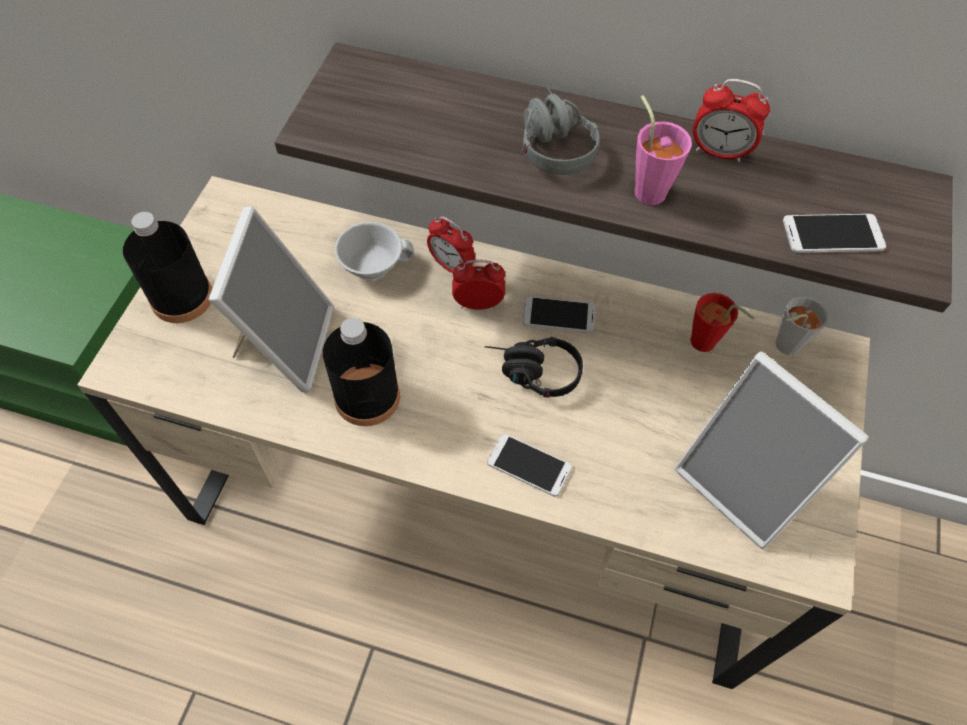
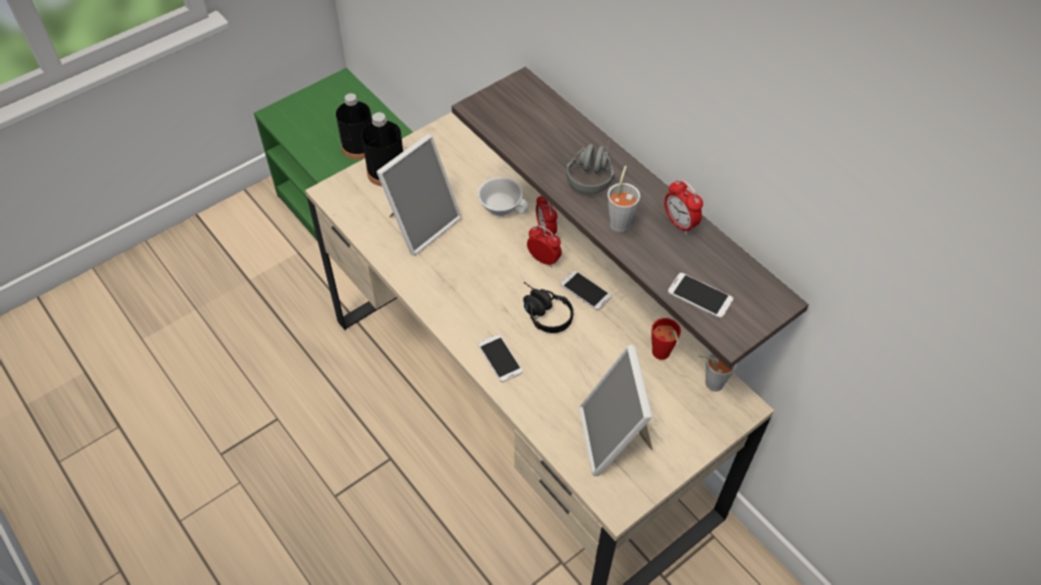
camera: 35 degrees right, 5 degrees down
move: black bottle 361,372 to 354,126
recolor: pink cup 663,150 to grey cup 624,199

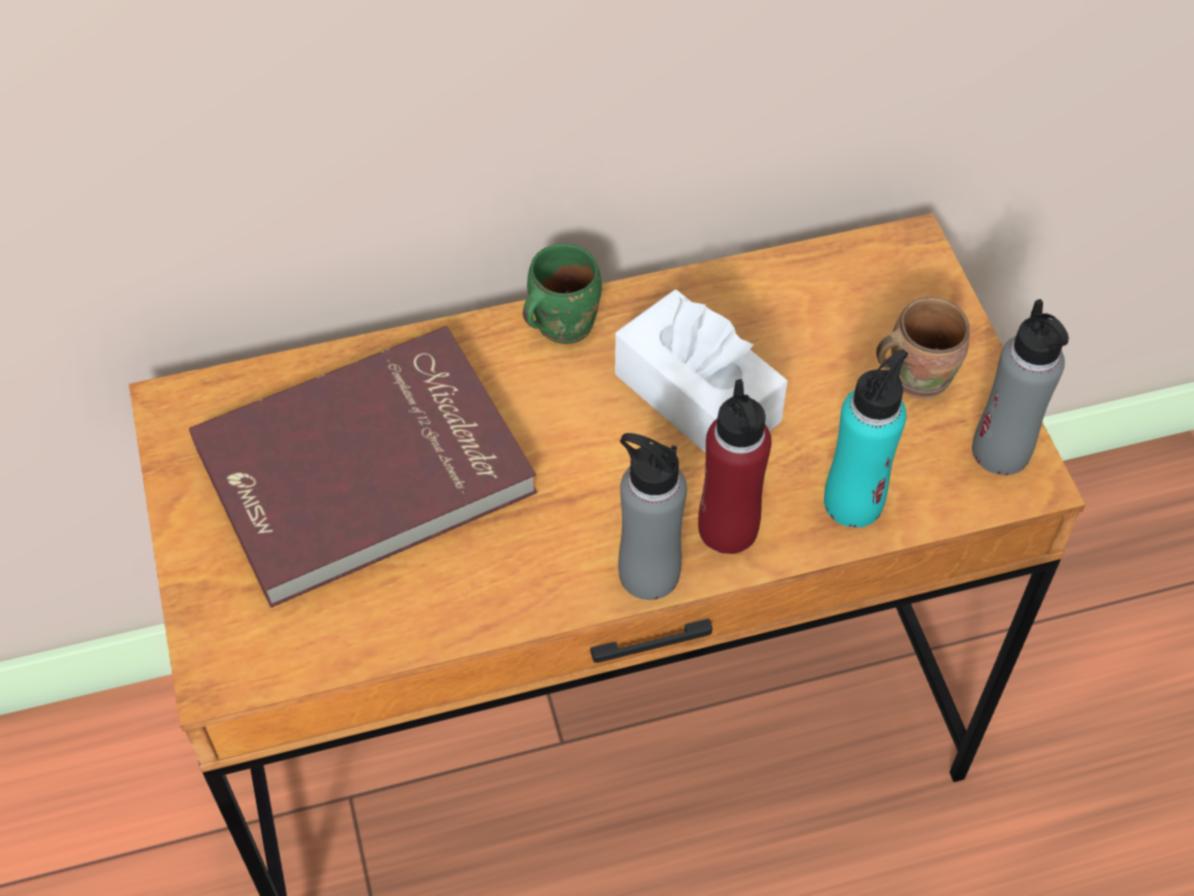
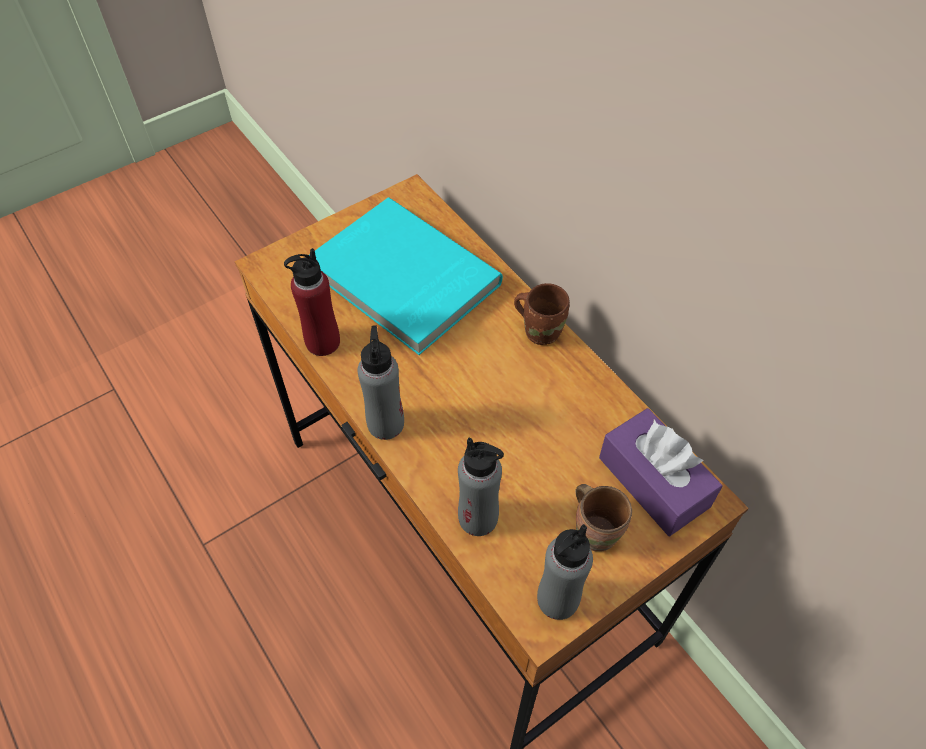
camera: 70 degrees right, 0 degrees up
delete: white tissue box 701,371
insert: purple tissue box 660,472
move: red bottle 735,466 to 312,302
recolor: red book 363,467 to turquoise book 406,276; green mug 562,294 to brown mug 542,314; turquoise bottle 866,438 to grey bottle 481,487

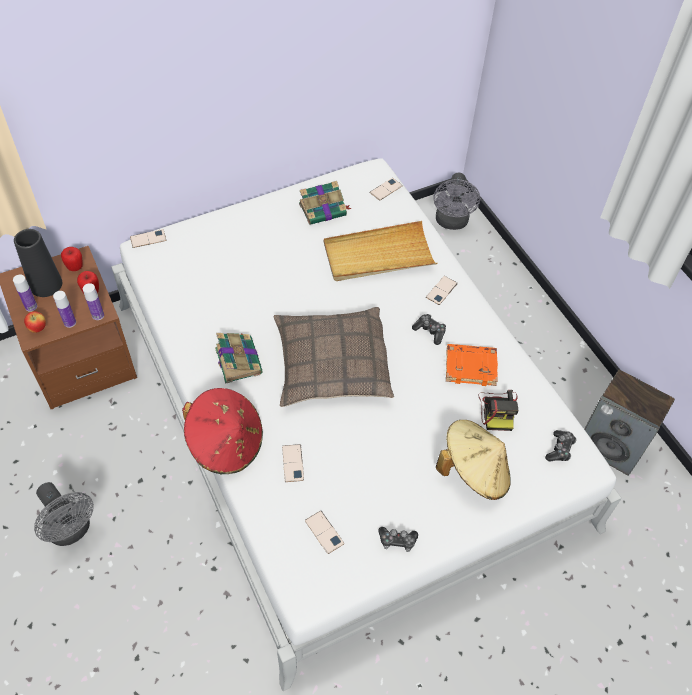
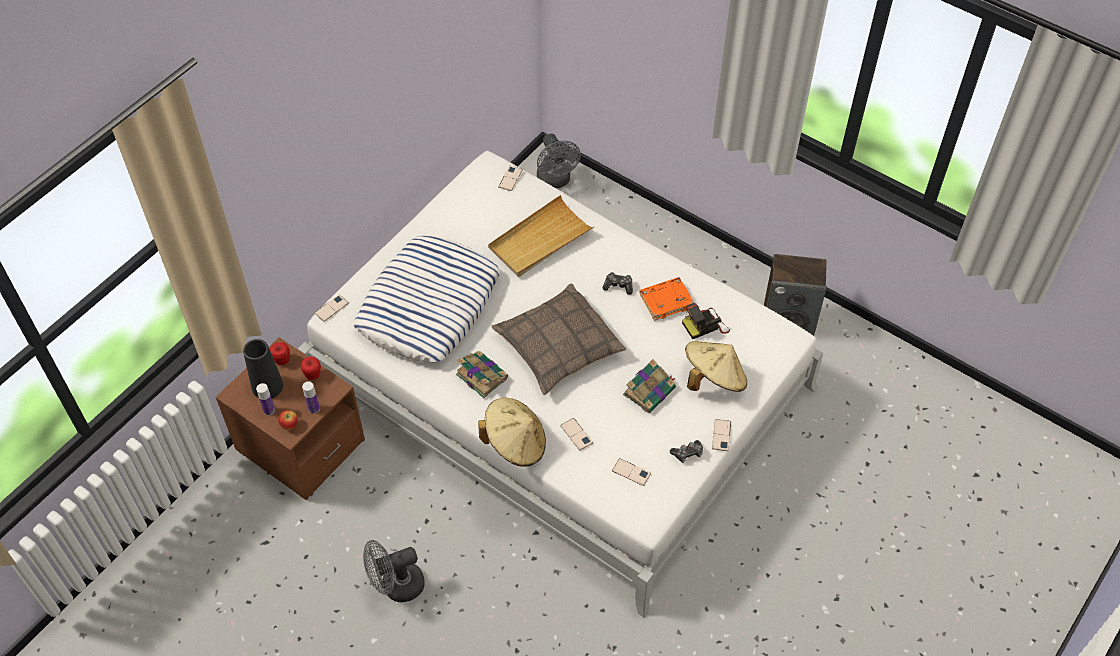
camera: 25 degrees left, 0 degrees up
delete: bottle 93,301; game controller 561,446
insert: pillow 427,299
move: book 325,203 to 649,386; phone 442,290 to 721,435
recolor: red hat 222,431 to beige hat 512,432
rotate: grey fan 64,514 = 394,571 135 degrees clockwise; photo camera 498,410 = 706,321 90 degrees clockwise

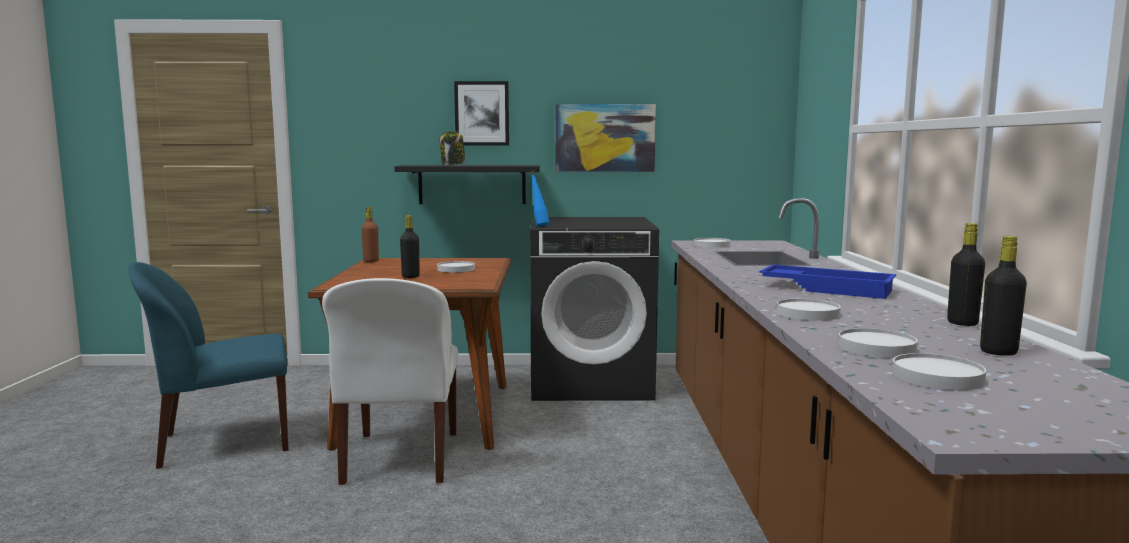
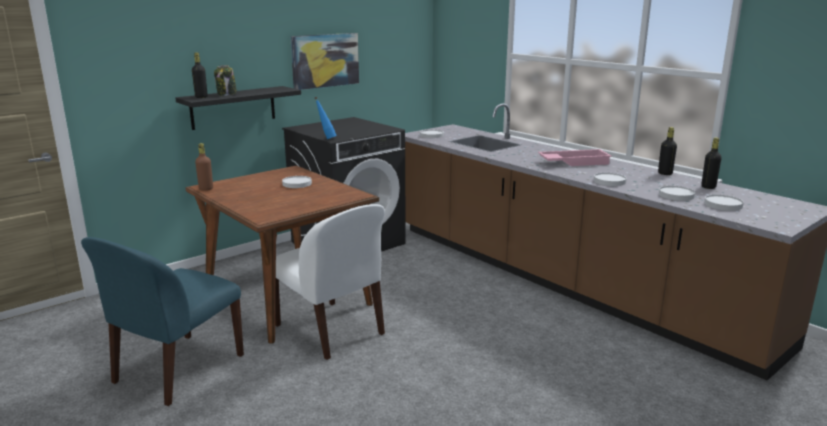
camera: 40 degrees left, 10 degrees up
delete: picture 481,113
move: black bottle 410,246 to 200,75
recolor: blue tray 827,281 to pink tray 575,157

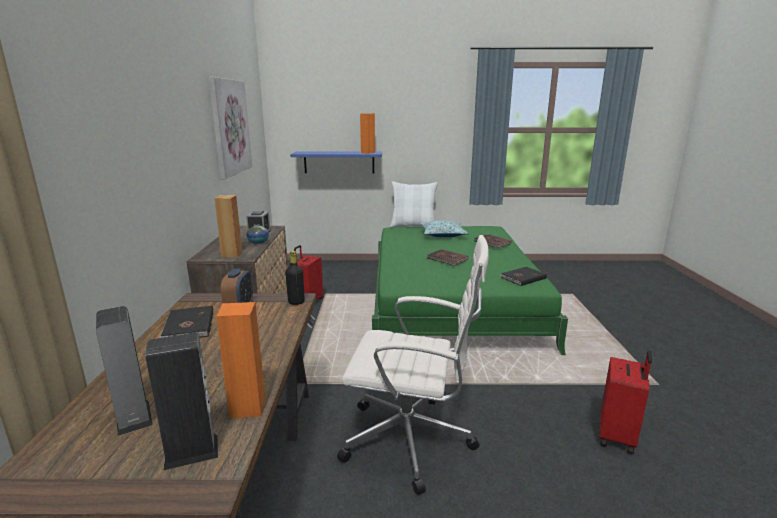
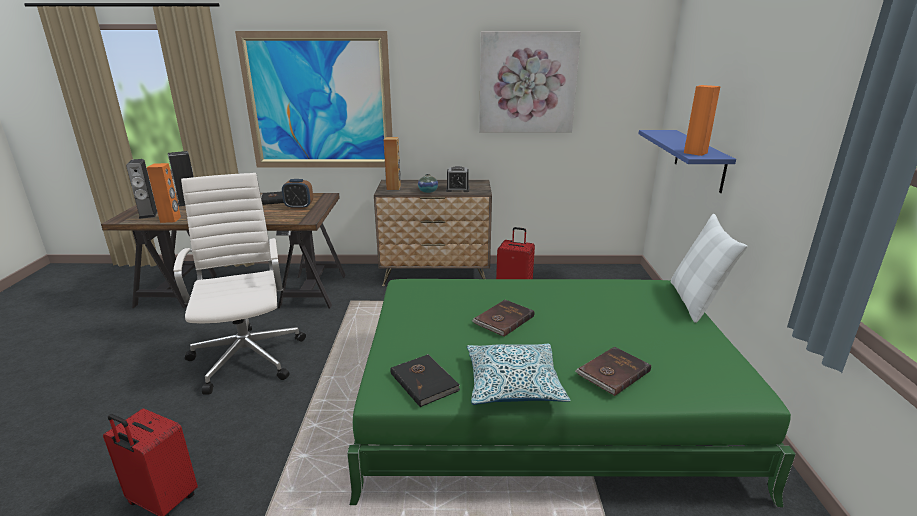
camera: 90 degrees right, 5 degrees up
delete: black bottle 295,278
insert: picture 314,99
move: pillow 444,228 to 519,374
rotate: white office chair 413,365 = 240,284 150 degrees clockwise

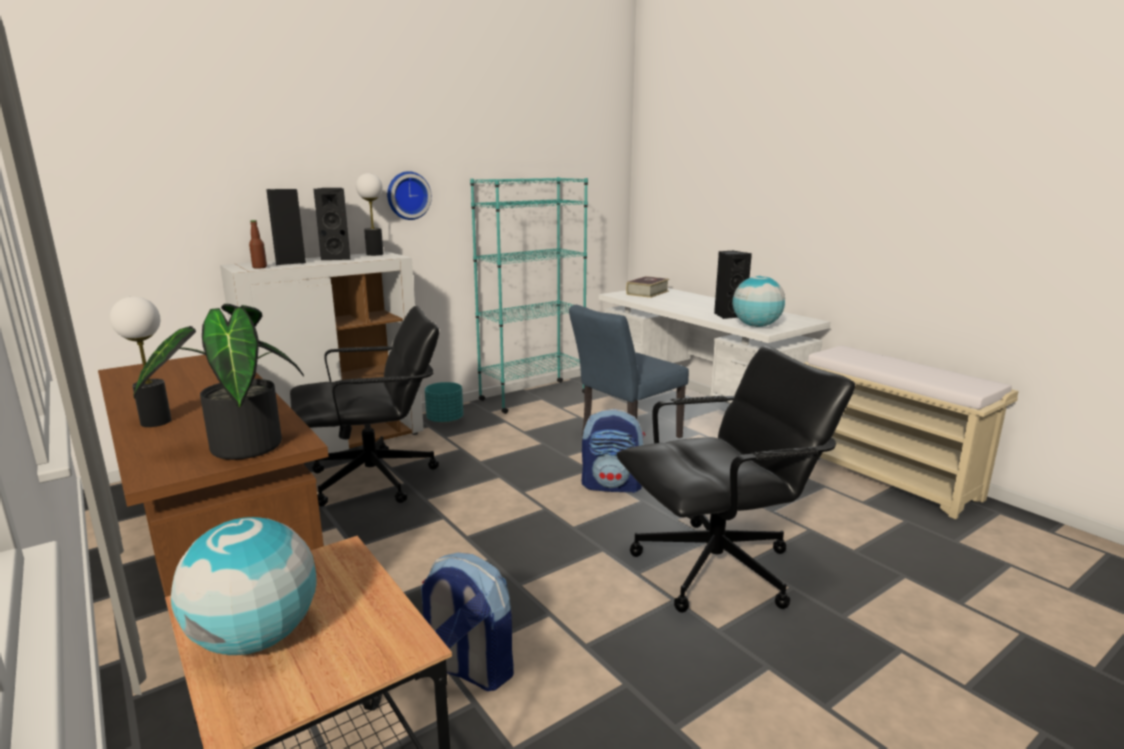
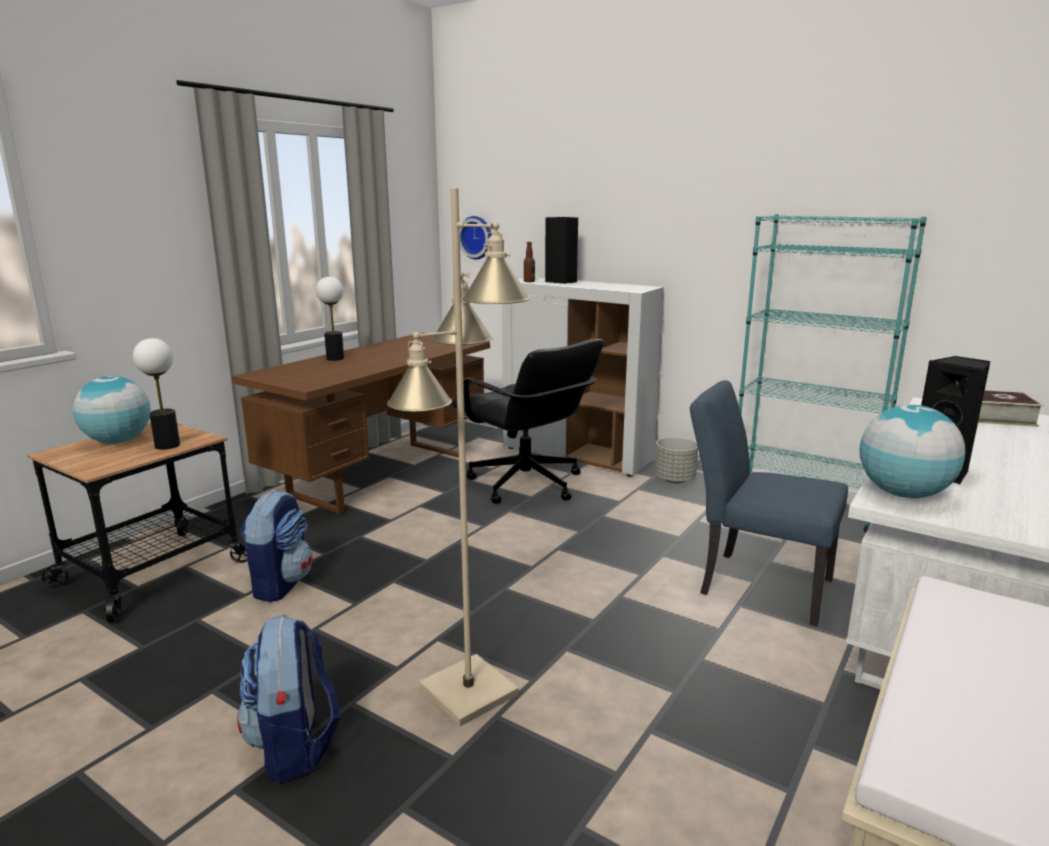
camera: 70 degrees right, 0 degrees up
delete: potted plant 218,382; black speaker 332,224
move: table lamp 370,214 to 156,394; wall clock 409,195 to 475,238; backpack 613,451 to 288,698
replace: black office chair 736,479 to beige floor lamp 458,457
recolor: turquoise planter 444,403 to grey planter 676,460

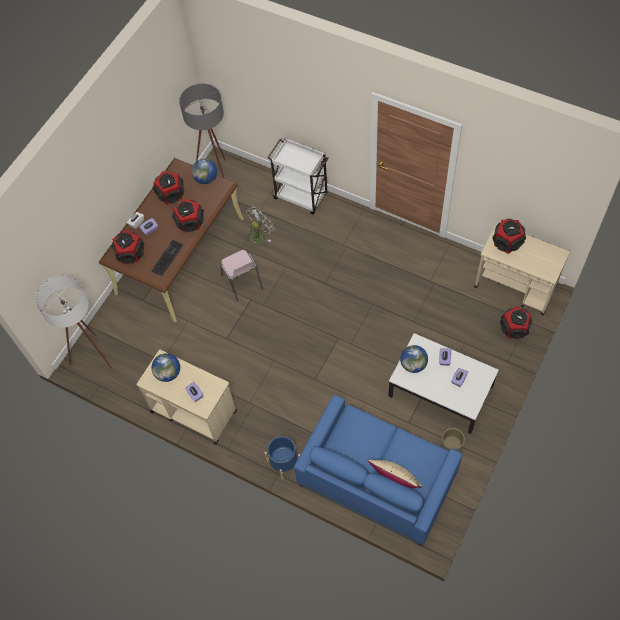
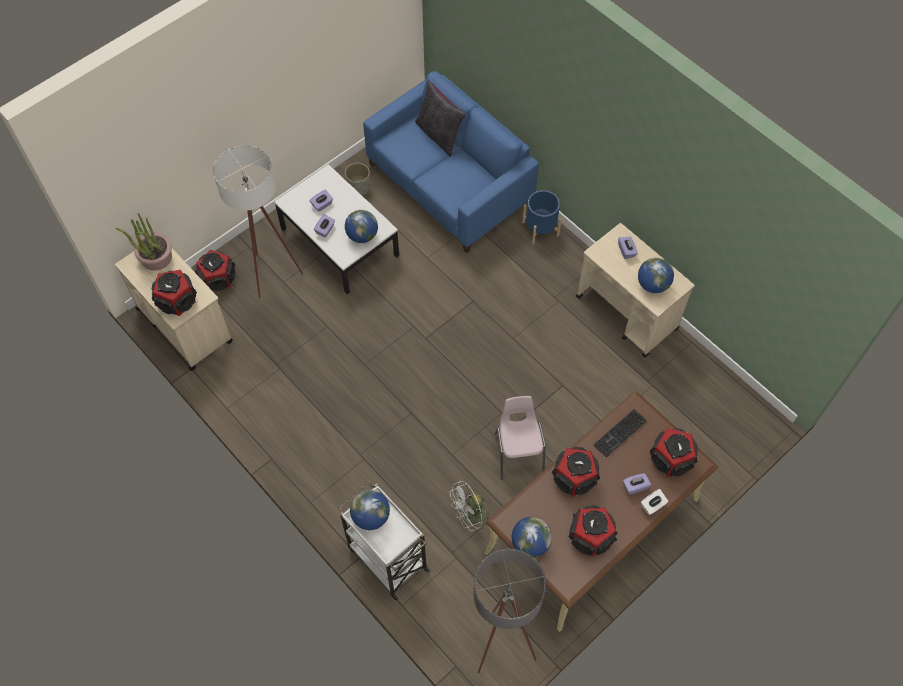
camera: 165 degrees left, 0 degrees up
insert: potted plant 144,242; globe 370,510
move: white floor lamp 73,322 to 258,221
recolor: beige pillow 395,474 to black pillow 440,118

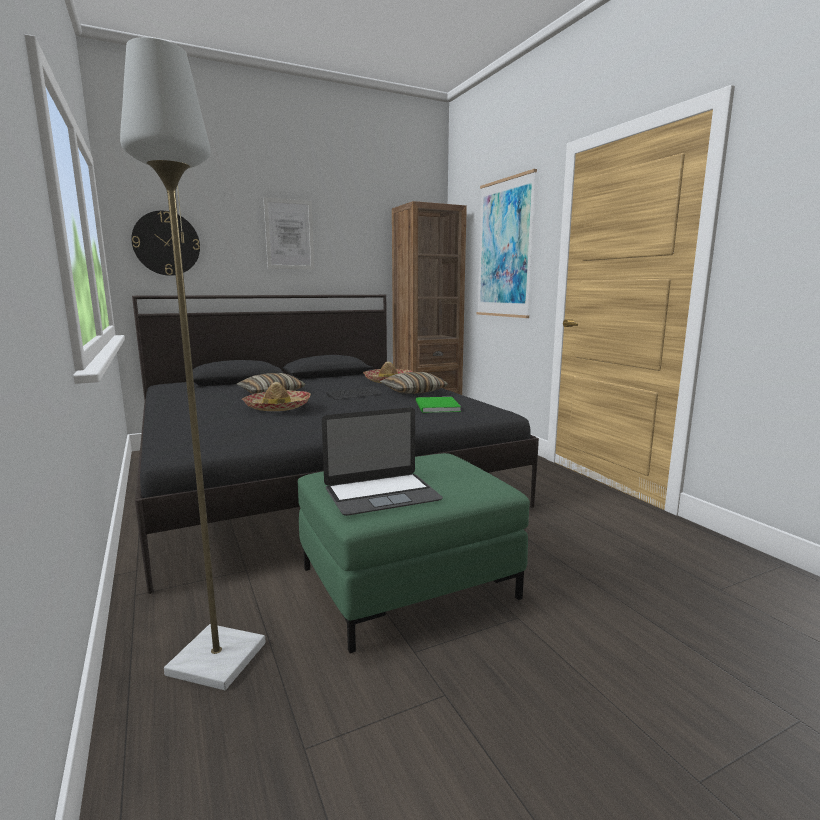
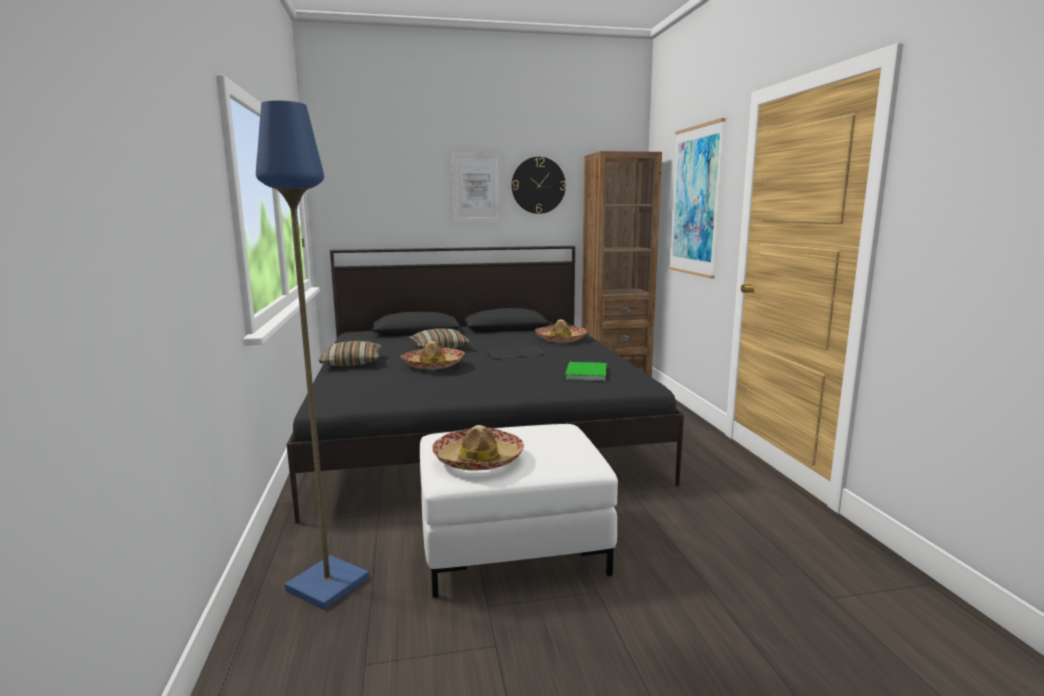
camera: 15 degrees right, 0 degrees up
move: wall clock 165,243 to 538,185; pillow 414,383 to 350,353
replace: laptop 382,461 to hat 478,448
recolor: grey floor lamp 192,363 to blue floor lamp 312,355; green ottoman 414,553 to white ottoman 519,511

